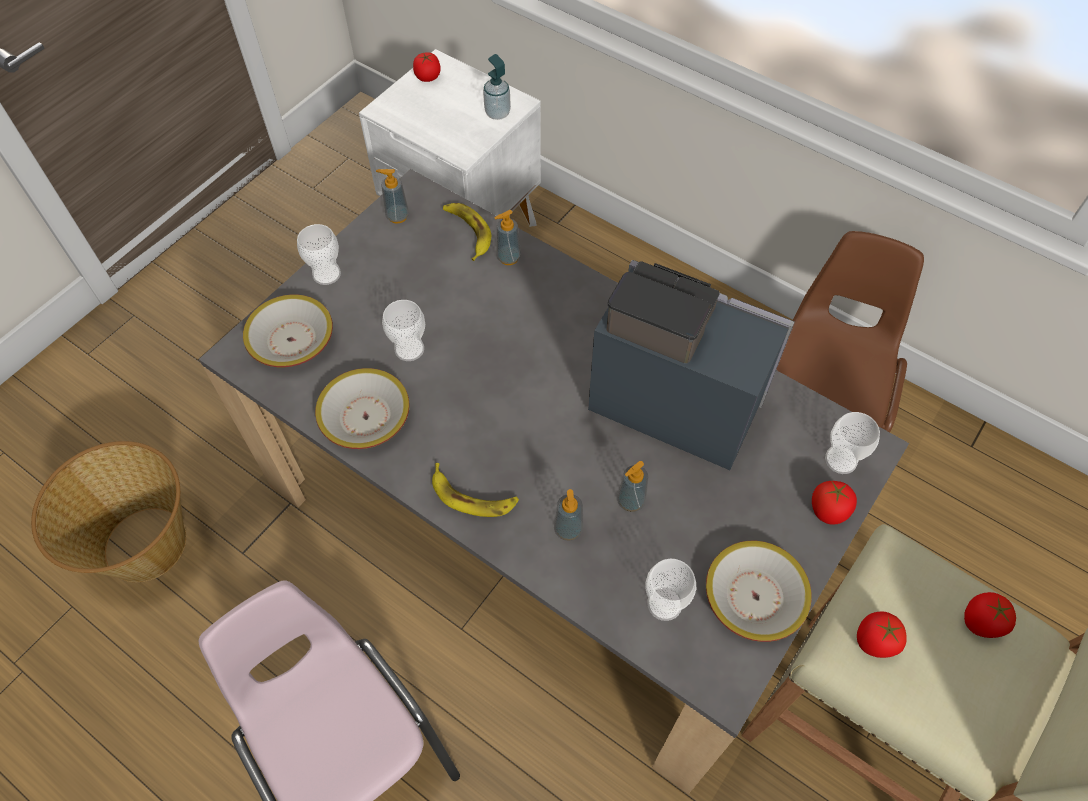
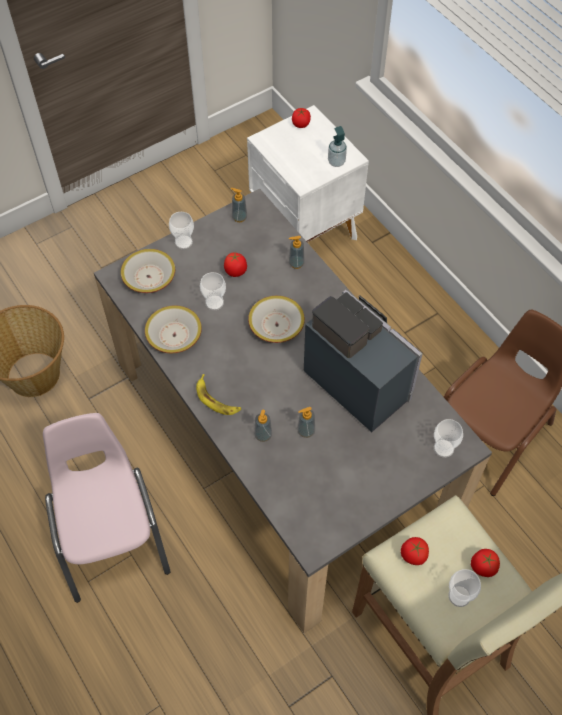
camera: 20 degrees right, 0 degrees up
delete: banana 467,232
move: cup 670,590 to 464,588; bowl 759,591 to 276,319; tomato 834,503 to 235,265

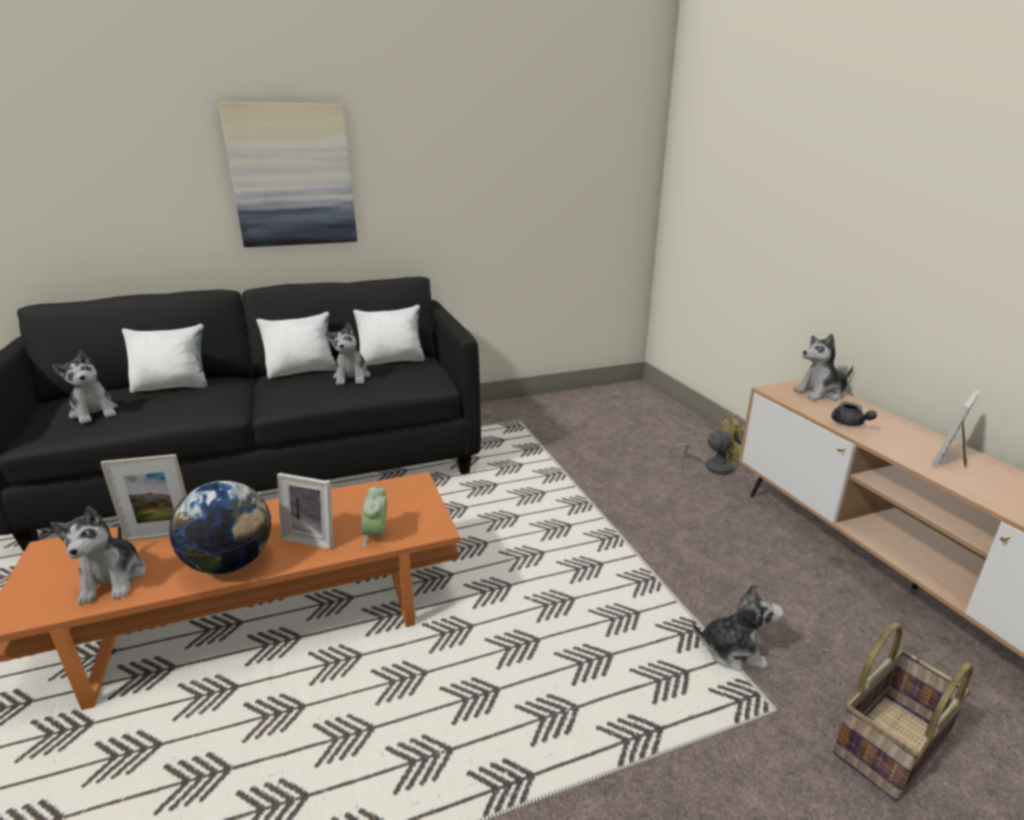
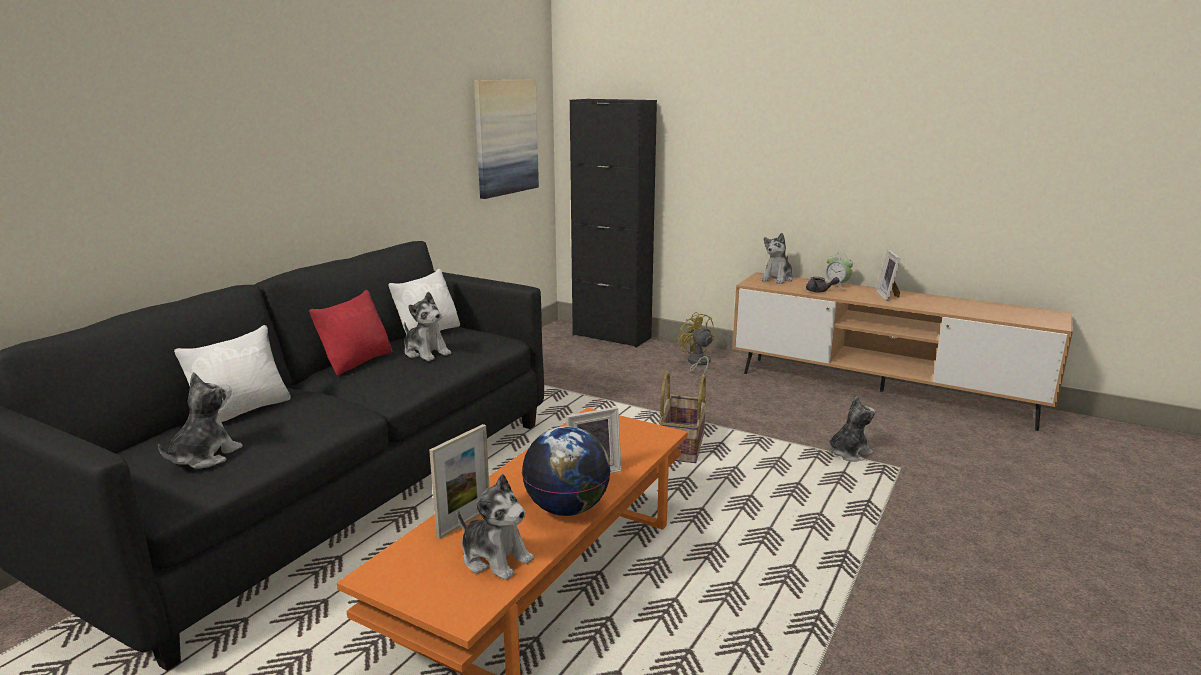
camera: 40 degrees left, 5 degrees down
insert: black cabinet 613,223
move: picture 287,174 to 506,139; alarm clock 374,516 to 839,271; basket 903,712 to 682,417
recolor: white pillow 296,344 to red pillow 350,333
rotate: plush toy 85,387 = 200,420 75 degrees counterclockwise; yellow fan 707,444 = 697,343 75 degrees counterclockwise

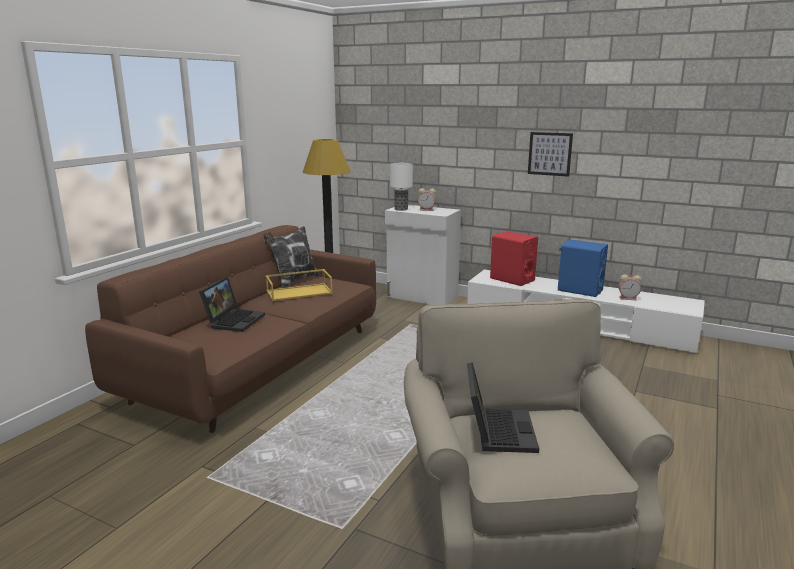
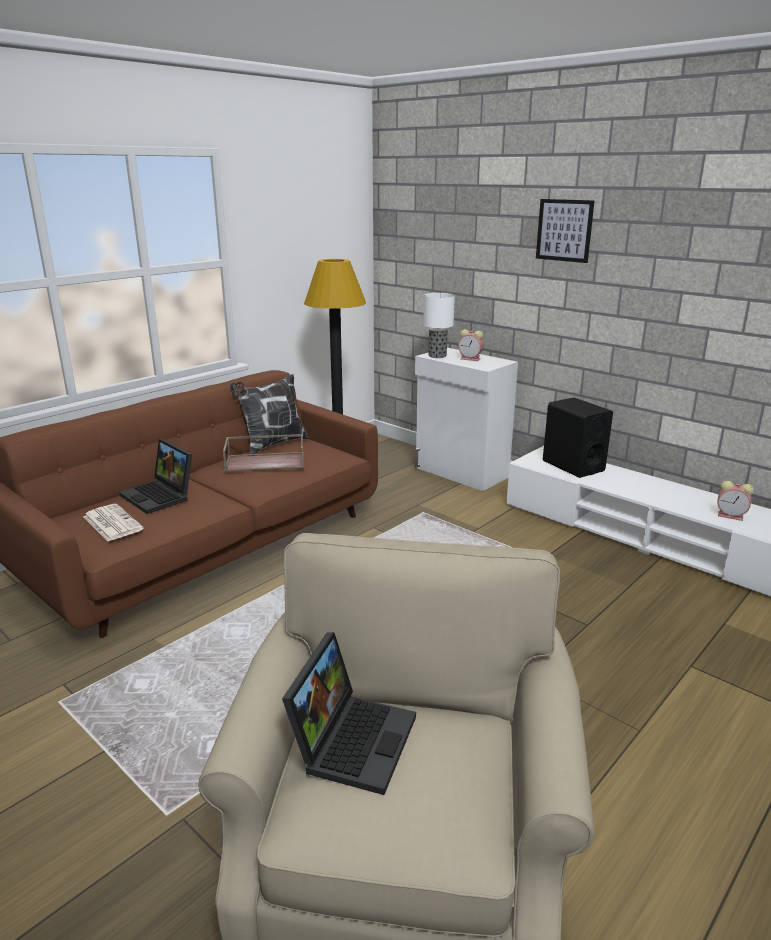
camera: 15 degrees right, 5 degrees up
delete: blue speaker 583,268
insert: newspaper 113,523
move: picture 550,154 to 565,231
recolor: yellow tray 299,285 to brown tray 263,453; red speaker 514,258 to black speaker 578,438
rotate: laptop 232,304 = 155,476 105 degrees clockwise

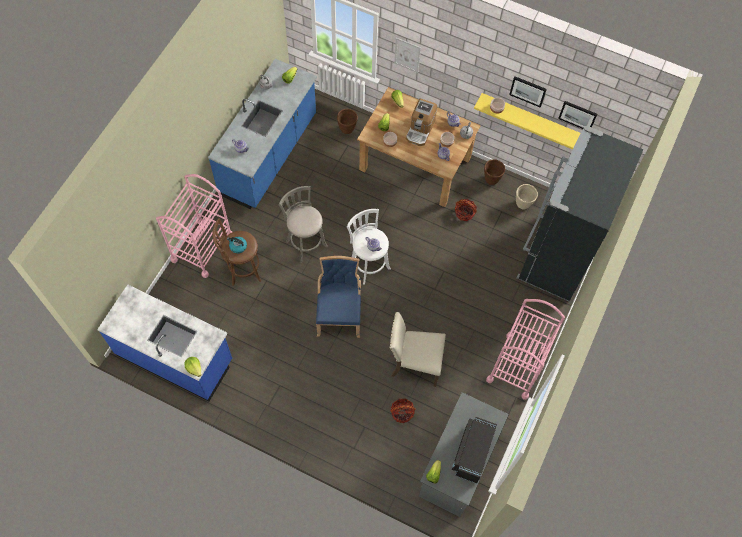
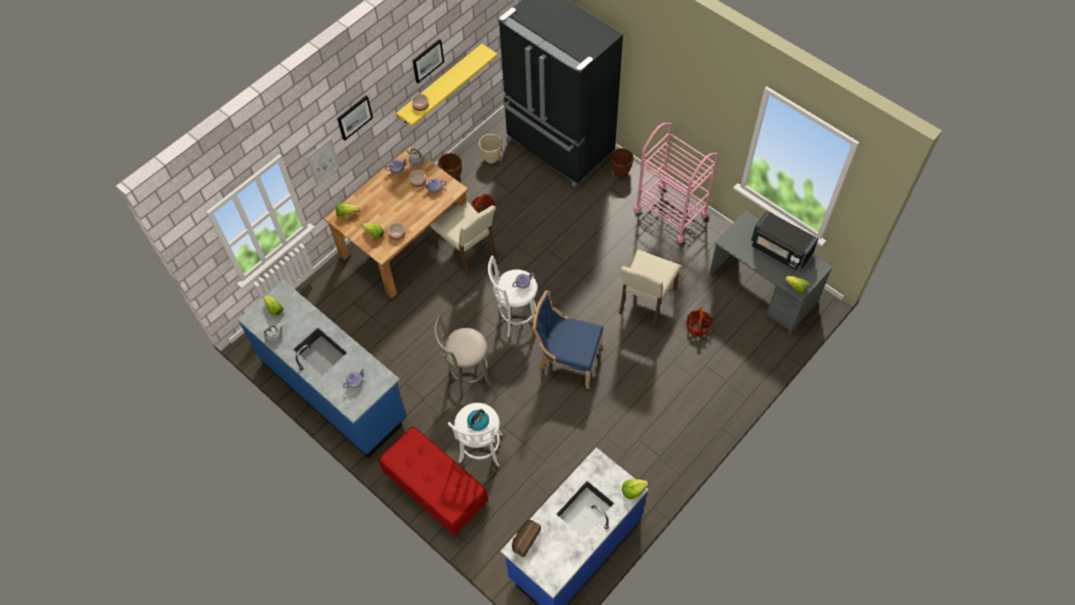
camera: 70 degrees left, 5 degrees down
delete: coffee machine 421,122
insert: beige chair 463,238; bread 526,538
move: brown planter 347,121 to 622,163; picture 577,115 to 355,118
replace: pink cart 194,226 to red bench 433,481
recolor: brown stool 237,252 to white stool 475,434

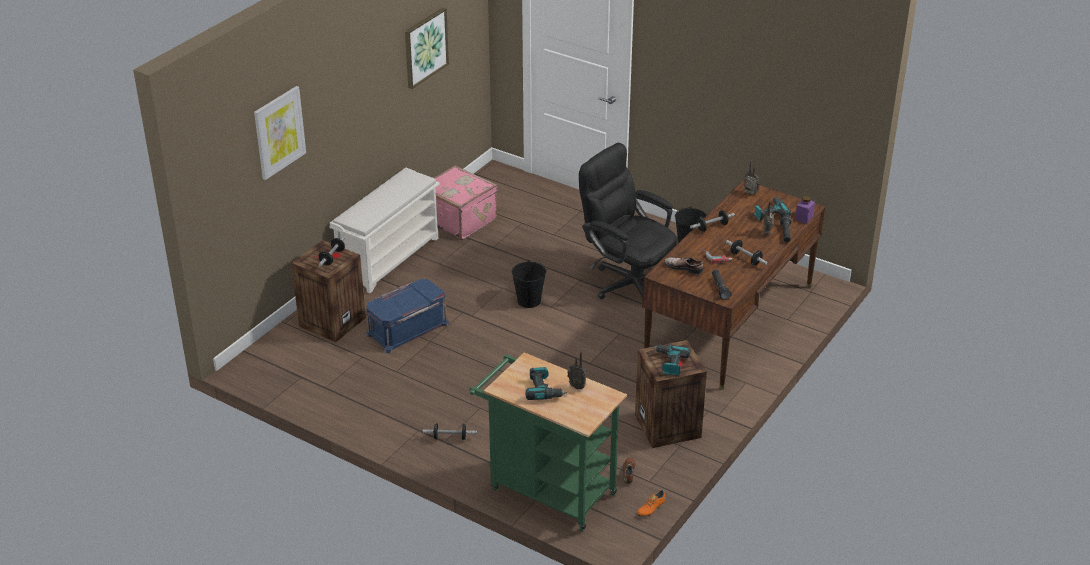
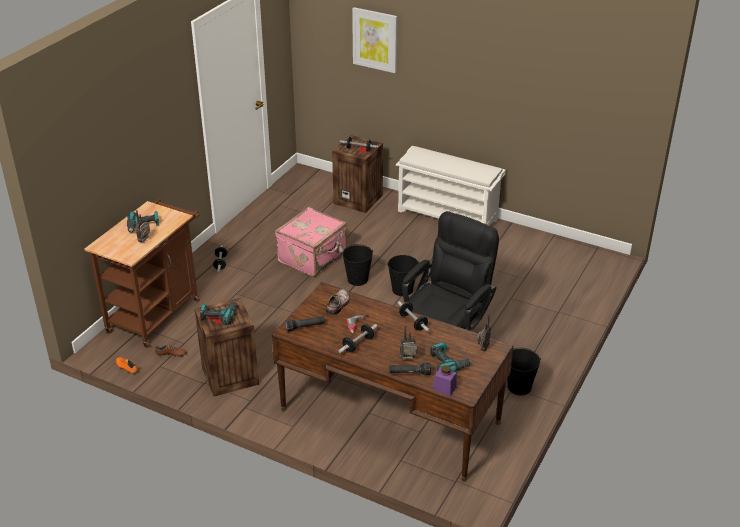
camera: 85 degrees right, 0 degrees up
delete: blue storage box 407,316; picture 427,48
insert: black bucket 357,265
move: pink suitcase 466,202 to 311,242
recolor: green cart 548,441 to brown cart 142,273

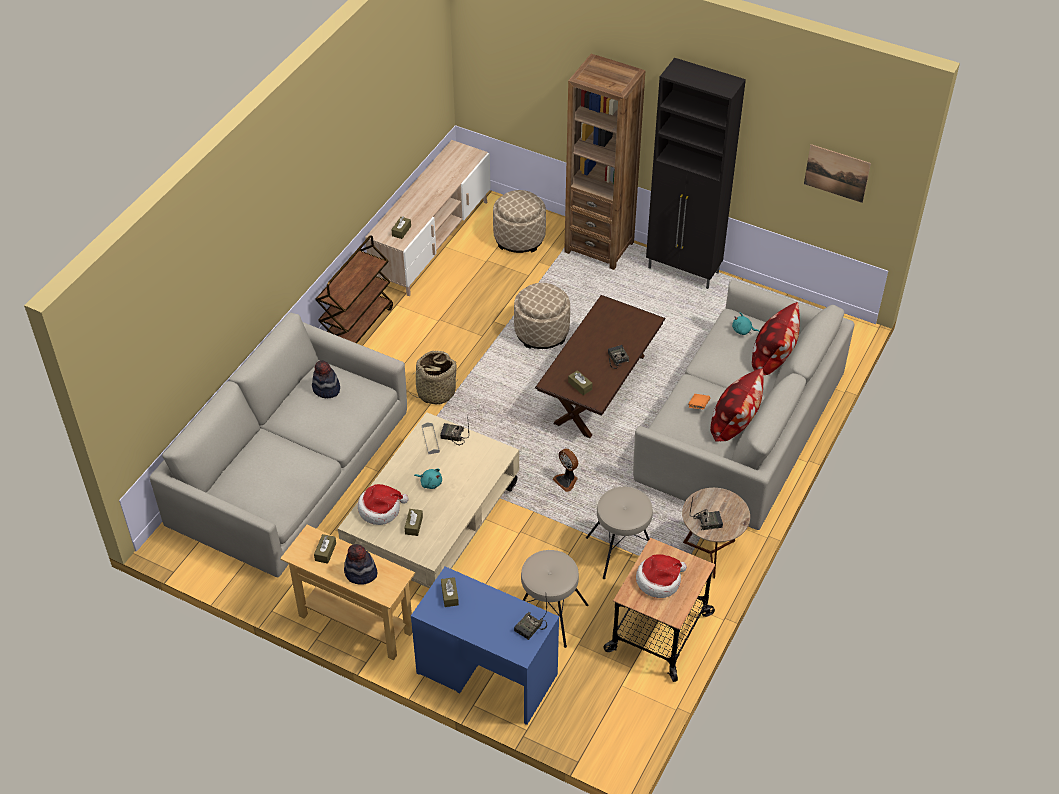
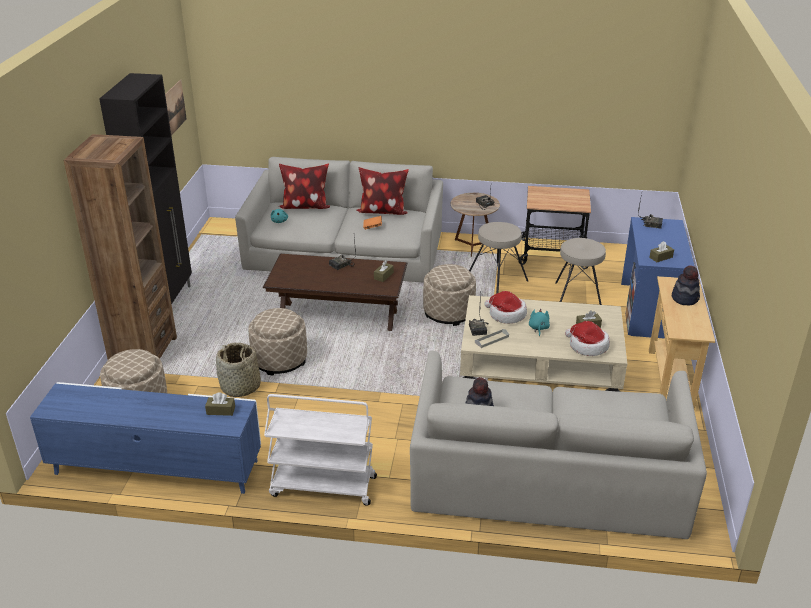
camera: 110 degrees left, 15 degrees down
delete: brown tissue box 325,549
move: basket 433,378 to 238,370; hat 661,576 to 505,307
replace: fan 565,470 to beige ottoman 449,295
recolor: brown cart 354,289 to white cart 320,450; beige tv stand 428,218 to blue tv stand 145,438

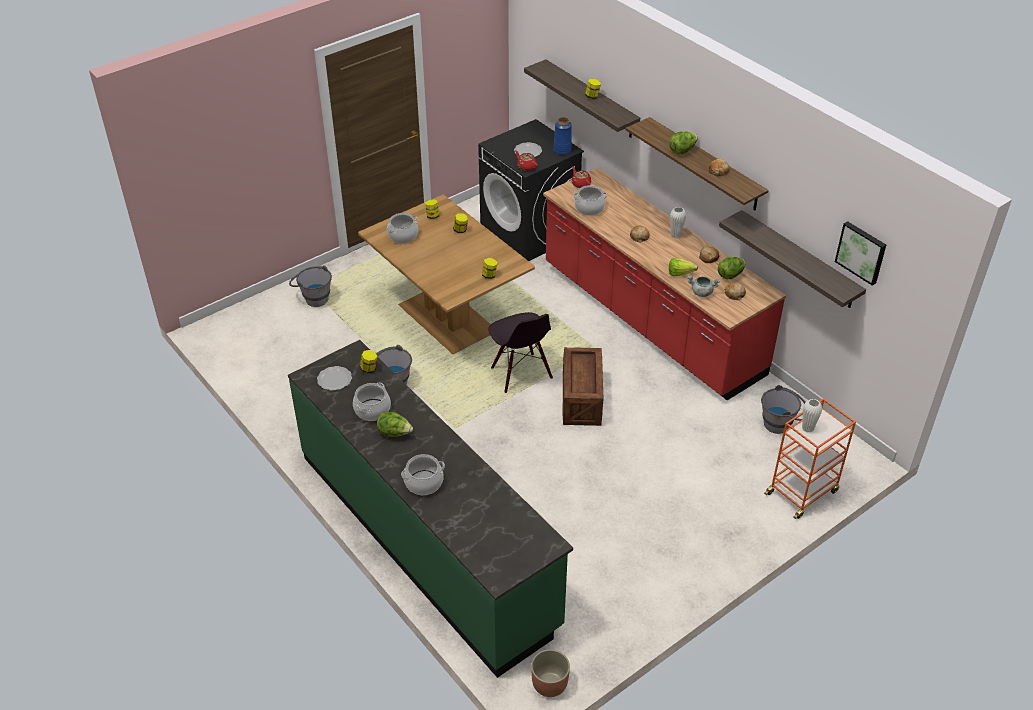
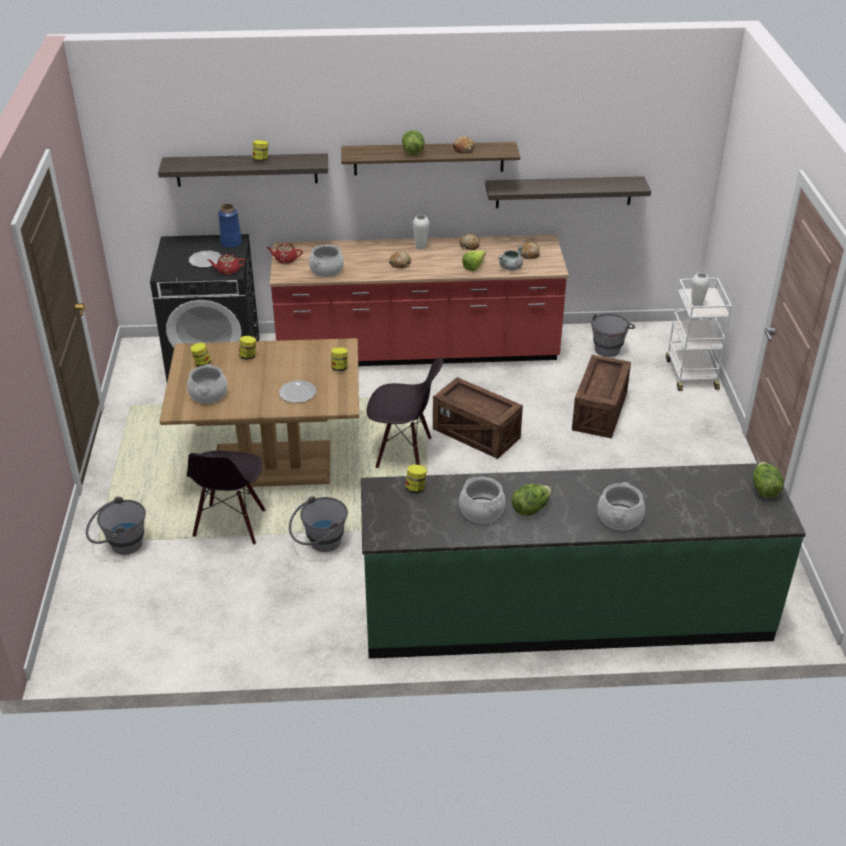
camera: 55 degrees left, 5 degrees down
delete: planter 550,673; picture 860,253
insert: black chair 226,498; crate 601,396
move: plate 334,378 to 298,391; lettuce 732,268 to 768,480
recolor: orange cart 810,458 to white cart 699,334

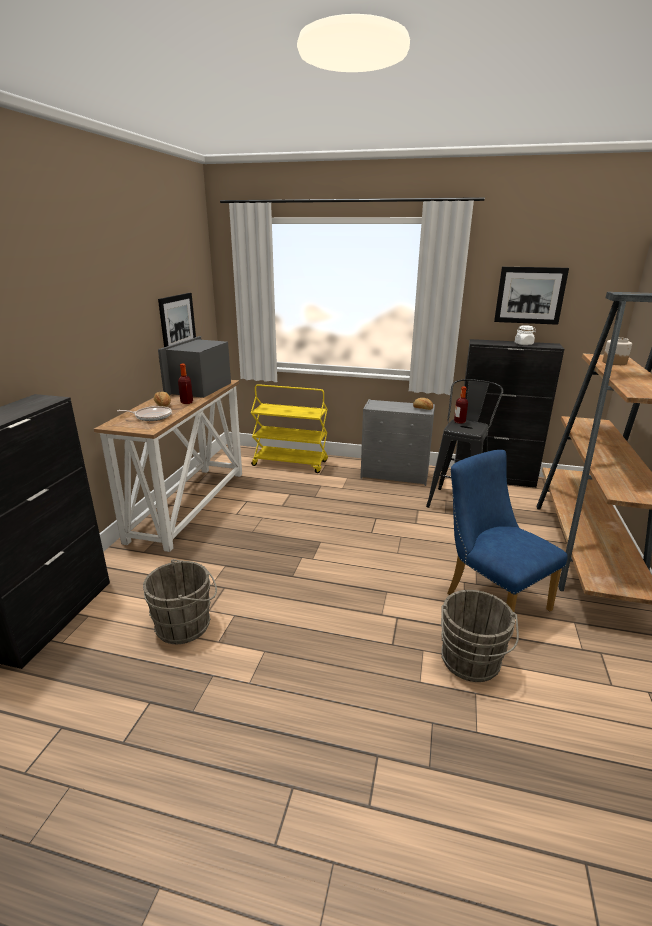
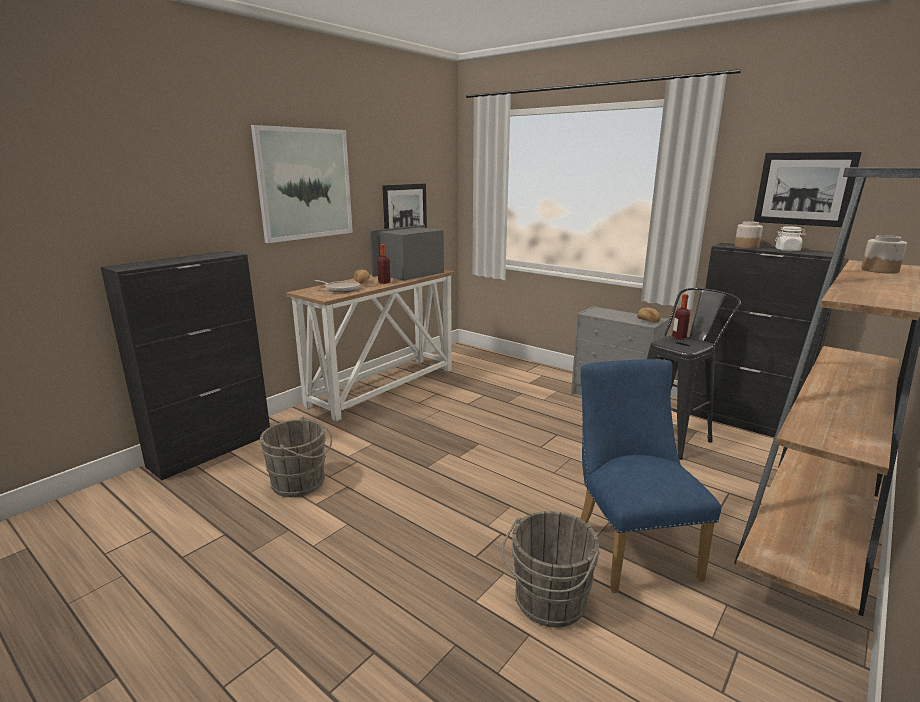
camera: 25 degrees right, 5 degrees down
delete: yellow cart 289,428
insert: picture 302,184; jar 748,235

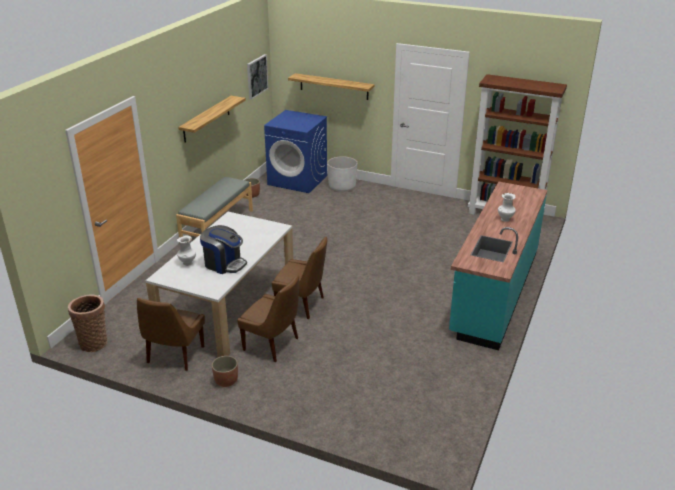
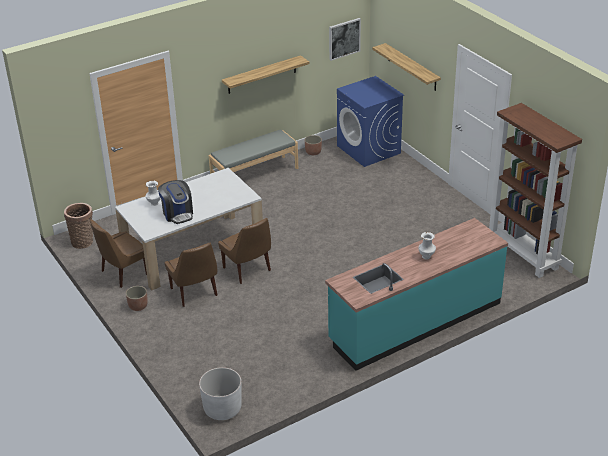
camera: 35 degrees right, 5 degrees up
move: white planter 342,174 to 220,393

